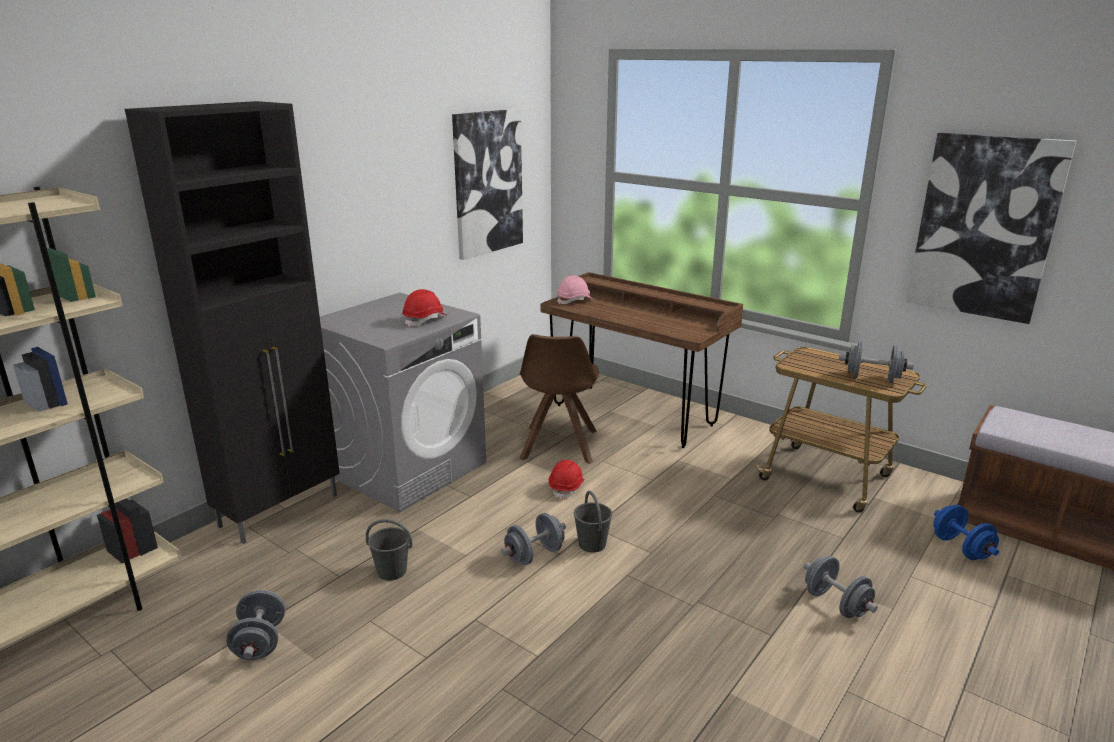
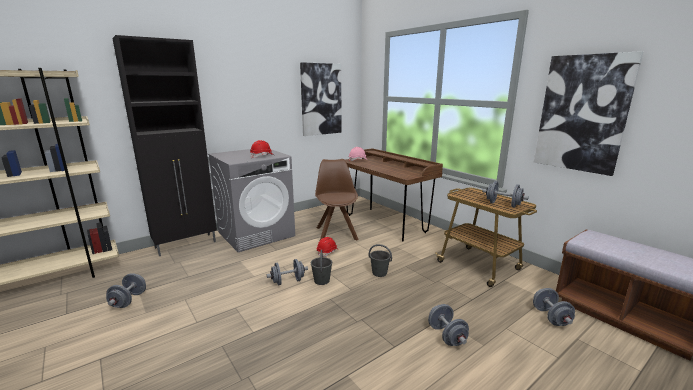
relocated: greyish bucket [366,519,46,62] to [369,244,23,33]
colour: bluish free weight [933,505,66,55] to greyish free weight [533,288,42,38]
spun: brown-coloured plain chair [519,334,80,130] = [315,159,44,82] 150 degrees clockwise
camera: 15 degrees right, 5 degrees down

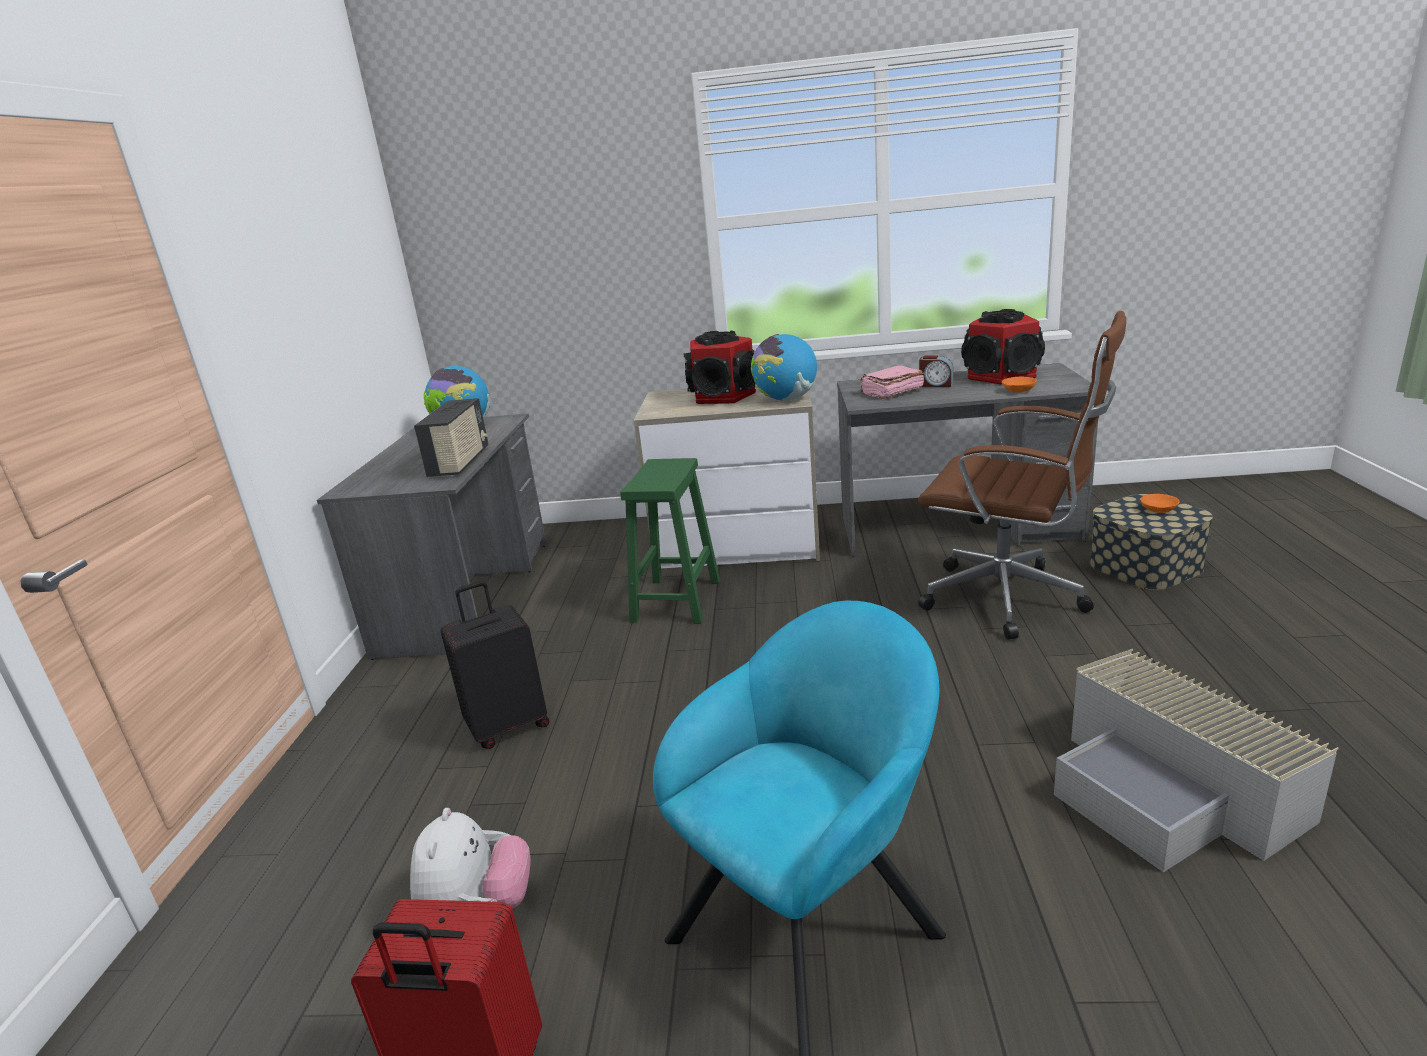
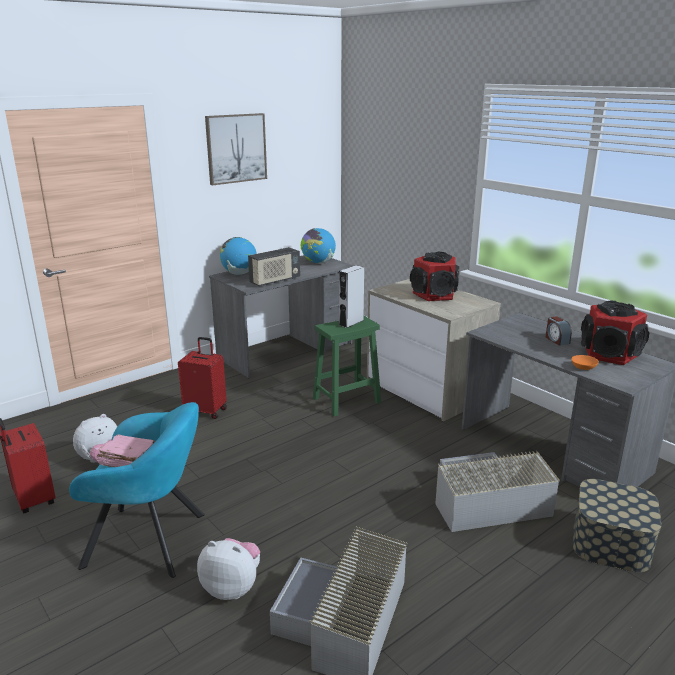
missing: orangey serving bowl [1140,494,40,19]
appeared: plush toy [197,538,63,62]; wall picture [205,113,62,72]; greyish speaker [339,265,25,63]
relocated: pink-coloured book [860,366,64,33] to [96,435,60,32]; world globe [751,334,66,67] to [220,237,37,38]
exchanged: brown-coloured office chair [918,311,208,328] to greyish storage container [435,450,125,82]
colour: black-coloured travel case [440,581,109,168] to red travel case [178,337,49,82]
camera: 45 degrees right, 0 degrees up

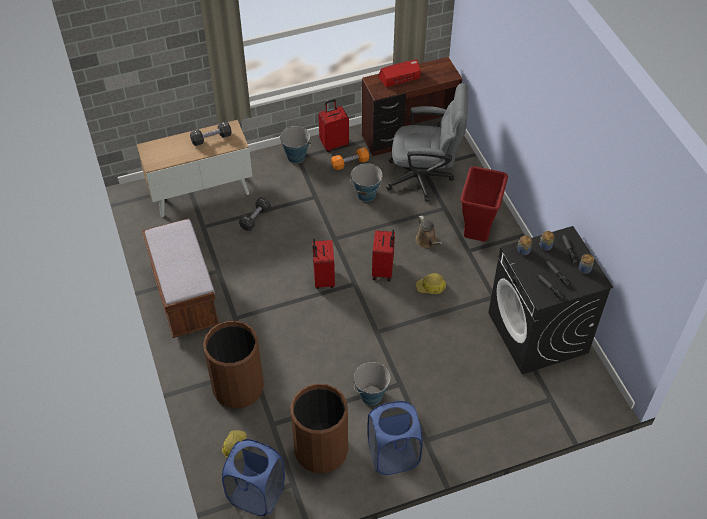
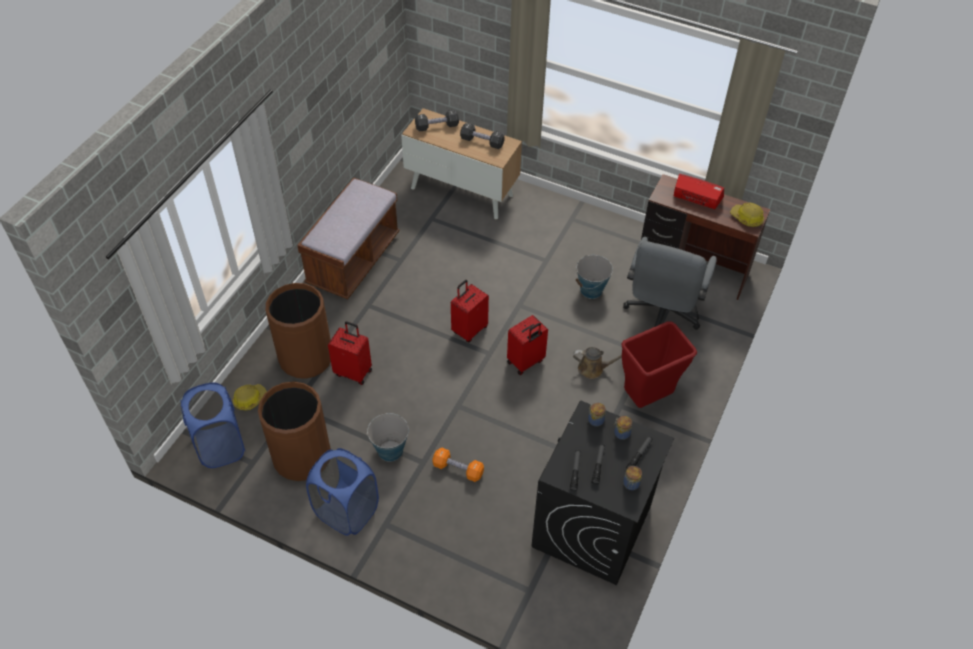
missing: bucket [280,126,30,37]
relocated: red travel case [318,99,31,53] to [328,321,44,64]; black-coloured free weight [239,197,32,34] to [415,110,44,22]; orangey free weight [331,147,38,23] to [432,447,52,35]; work helmet [416,273,30,21] to [730,203,34,24]
spun: brown-coloured watering pot [416,216,27,32] = [573,347,49,32] 105 degrees counterclockwise; greyish office chair [386,83,82,119] = [623,237,94,93] 60 degrees clockwise
camera: 45 degrees right, 0 degrees up

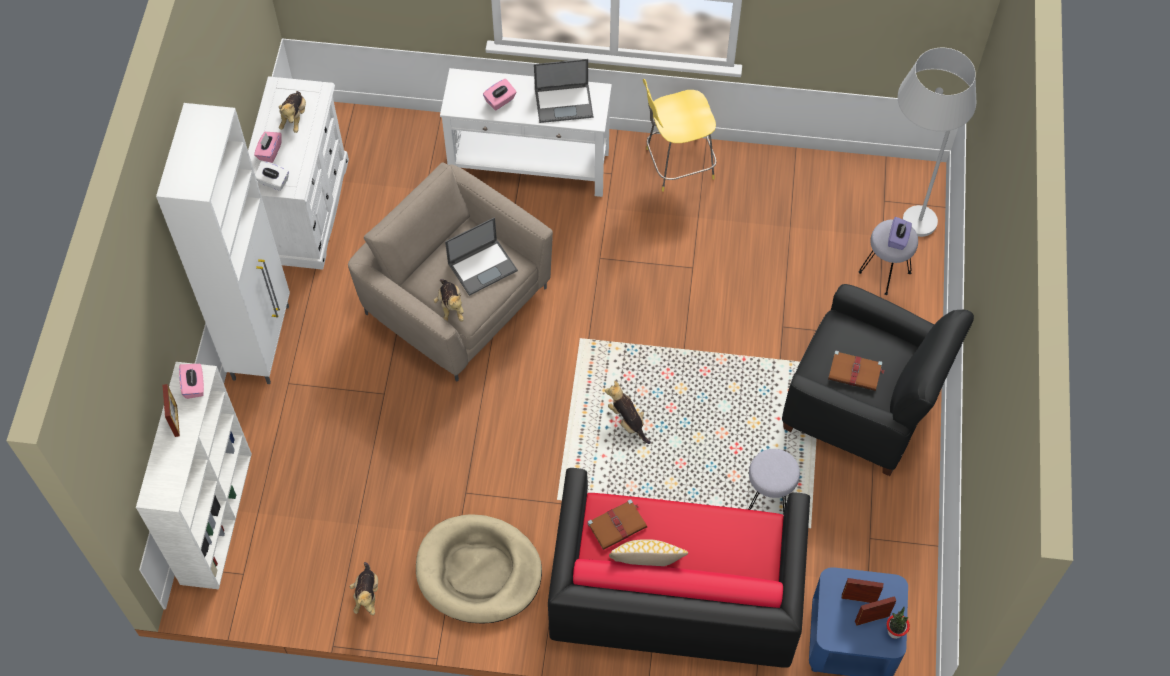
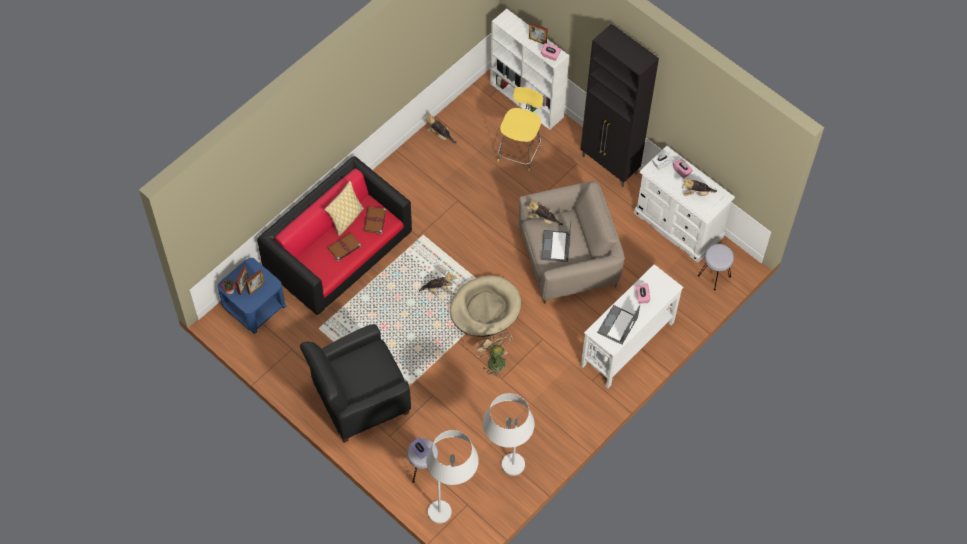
appeared: beige cooling fan [474,330,39,47]; whitish standing lamp [483,393,51,83]
relocated: brown-coloured book [828,351,56,40] to [327,232,34,29]; beige dog bed [416,514,126,110] to [450,275,71,62]; yellowish stool seat [643,79,73,113] to [497,87,46,84]; greyish stool seat [748,449,52,65] to [698,244,36,46]
colour: whitish cabinet [156,103,134,281] to black-coloured cabinet [581,24,78,163]
spun: plush toy [279,91,27,42] = [682,178,35,18] 45 degrees counterclockwise
camera: 125 degrees right, 0 degrees up

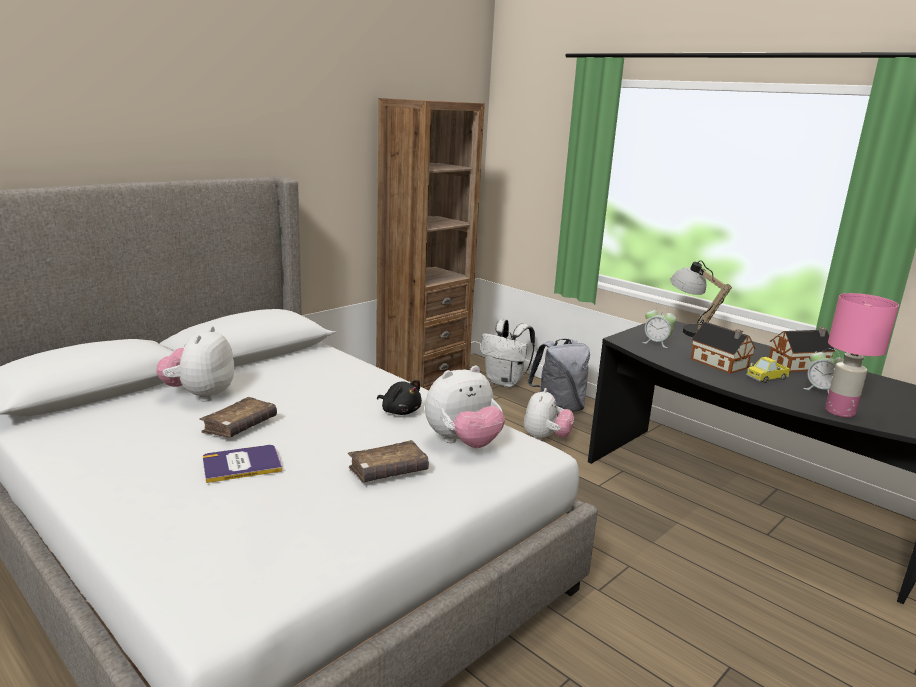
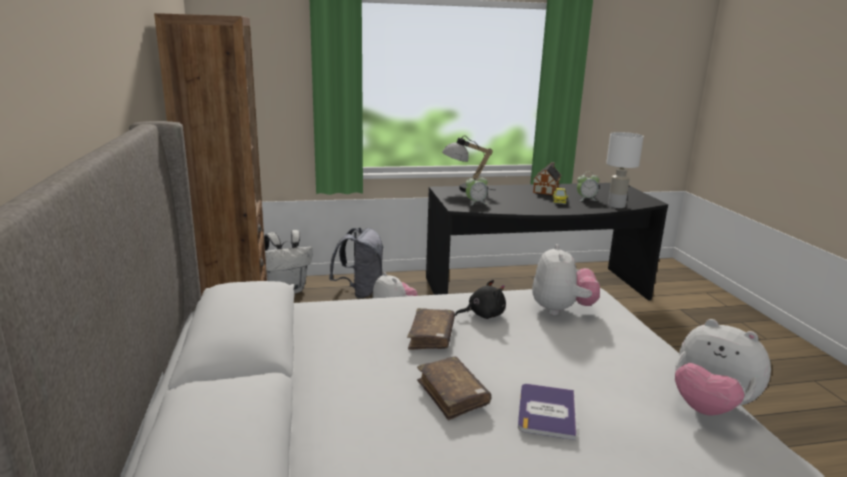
missing: model house [691,322,65,52]
relocated: brown-coloured book [348,440,81,42] to [407,308,48,42]; plush toy [156,326,78,76] to [675,319,96,97]
colour: pink-coloured lamp for a table [825,293,74,125] to whitish lamp for a table [606,132,38,76]
camera: 55 degrees left, 0 degrees up

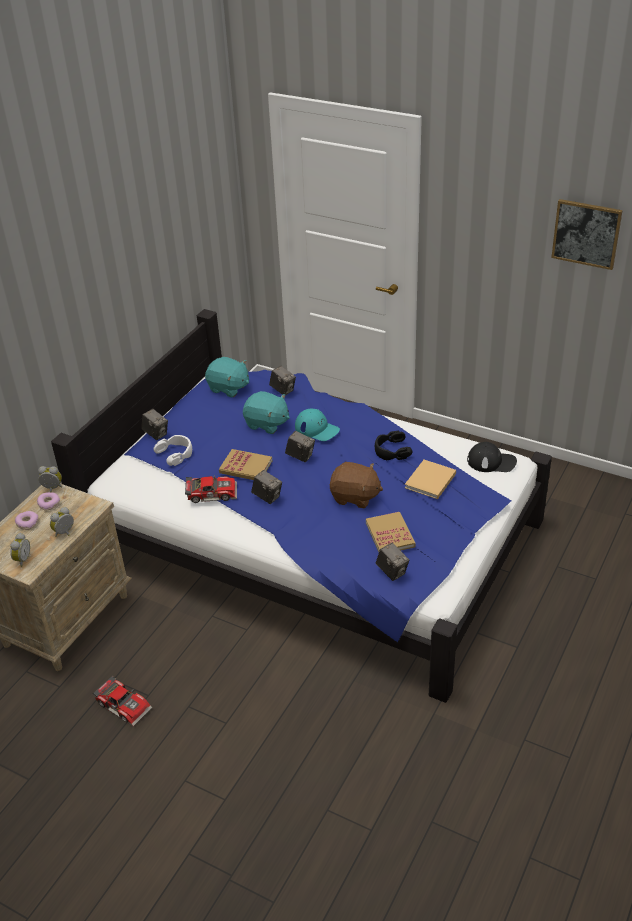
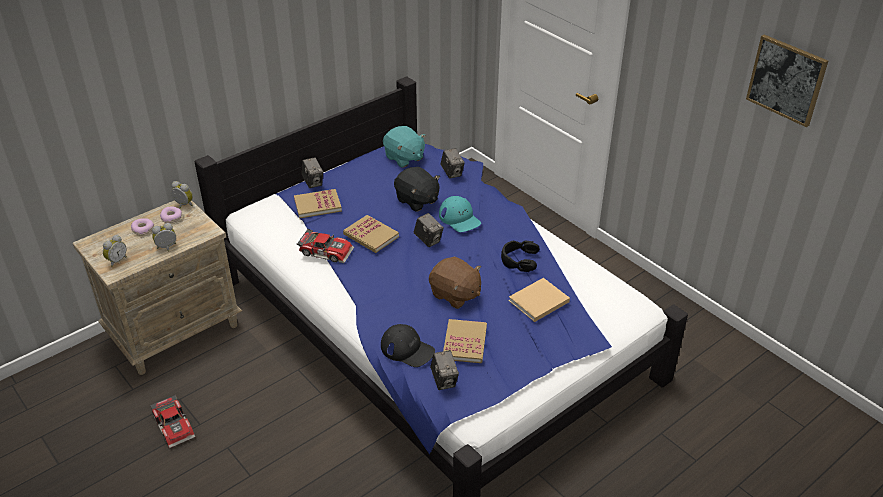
missing: photo camera [251,470,31,34]
relocated: black-coloured cap [467,442,50,30] to [381,324,54,43]
exchanged: whitish pair of headphones [153,435,39,31] to book [294,189,48,30]
colour: turquoise plush toy [243,391,47,43] to black-coloured plush toy [394,167,46,45]
camera: 20 degrees right, 0 degrees up

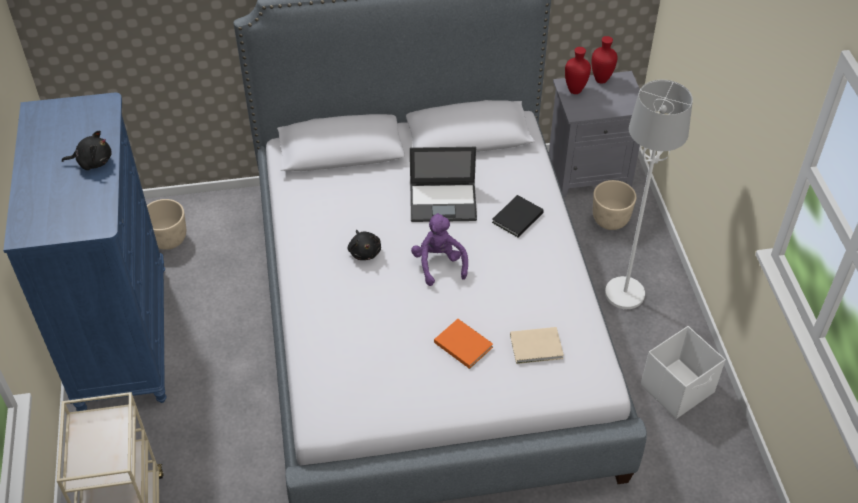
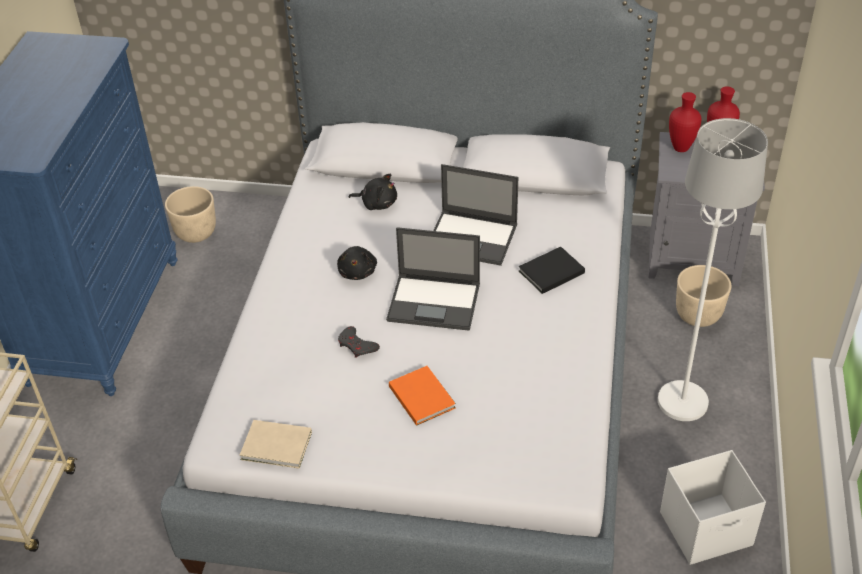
appeared: greyish game controller [338,326,42,32]
relocated: beige book [510,327,54,37] to [240,420,72,48]; black-coloured plush toy [62,130,50,40] to [349,174,48,36]
exchanged: purple-coloured plush toy [411,213,57,73] to notebook computer [386,227,94,104]
camera: 20 degrees right, 5 degrees down

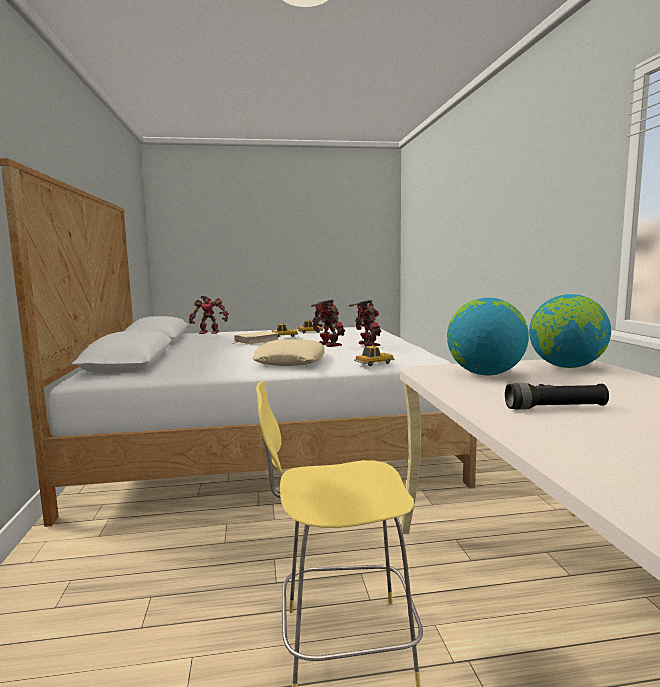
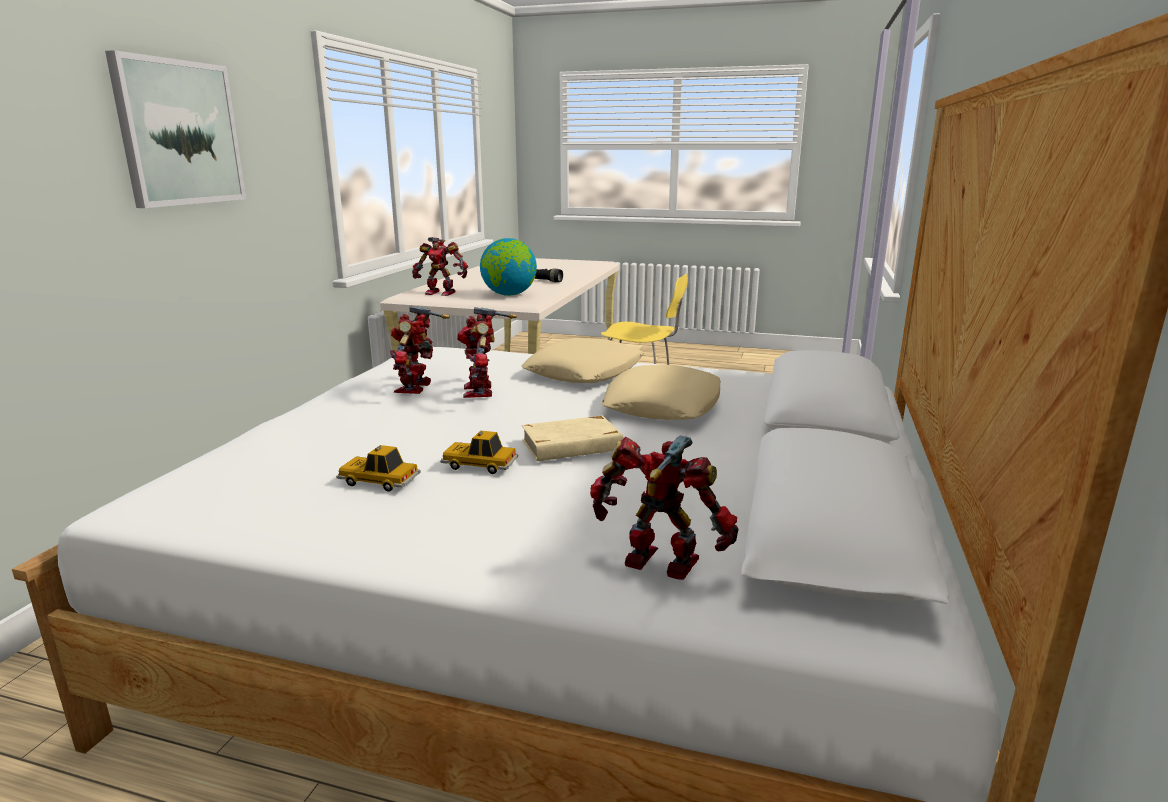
missing: model car [354,345,41,21]
appeared: wall picture [105,50,141,158]; beige cushion [602,365,119,55]
exchanged: world globe [529,294,82,74] to toy robot [412,237,56,59]
camera: 155 degrees left, 10 degrees up

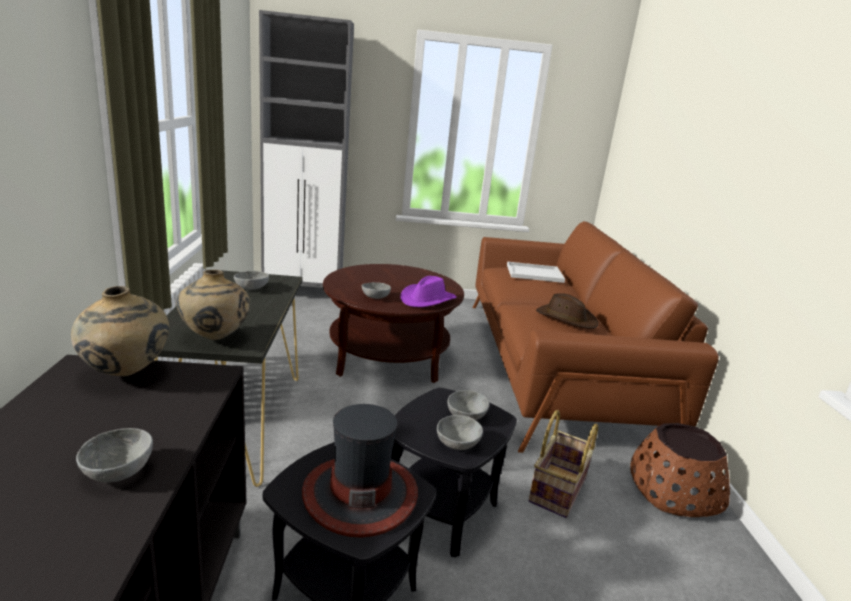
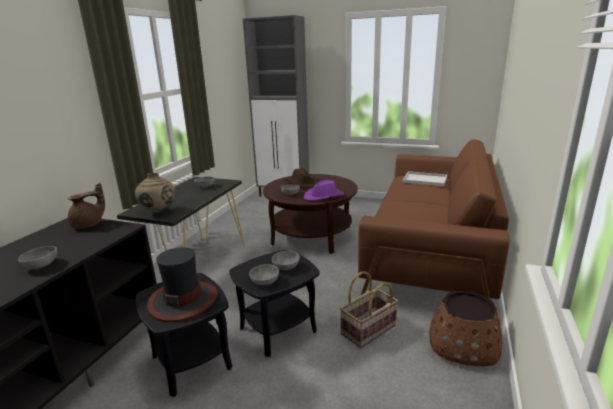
relocated: brown-coloured clothing hat [536,293,62,36] to [285,169,33,19]
exchanged: beige flower vase [71,286,98,90] to brown-coloured pot for tea [68,183,37,46]
camera: 25 degrees right, 0 degrees up

